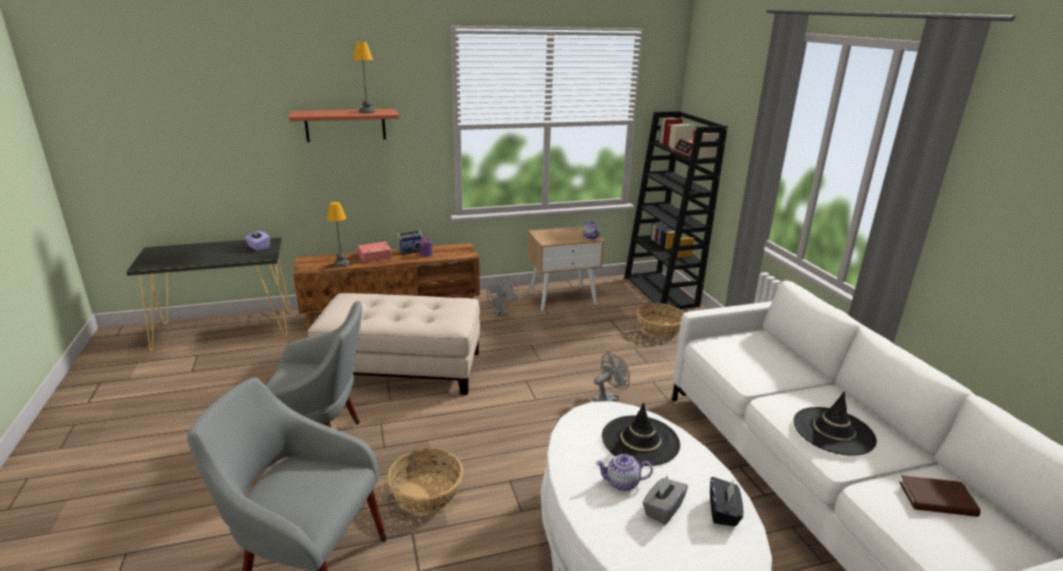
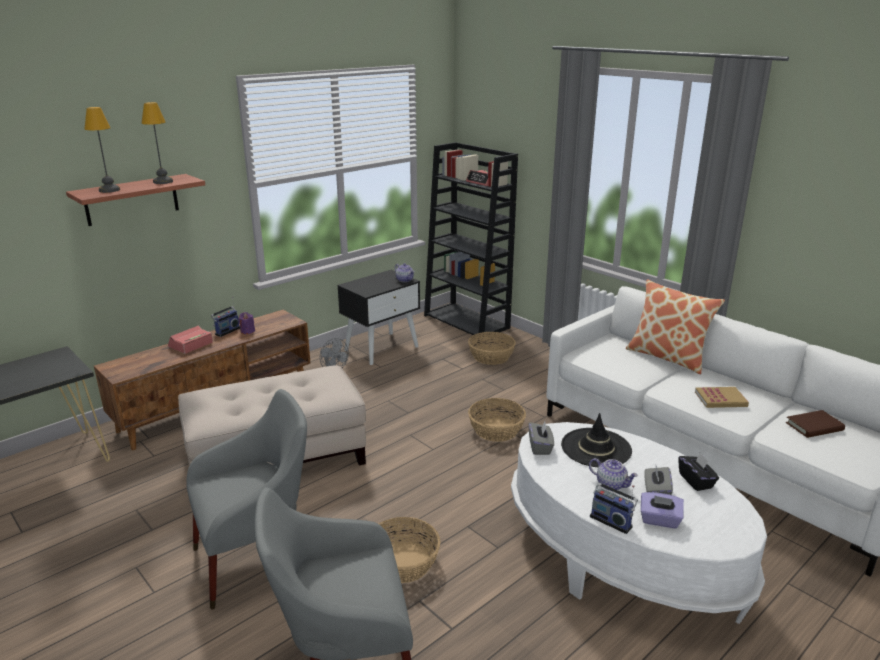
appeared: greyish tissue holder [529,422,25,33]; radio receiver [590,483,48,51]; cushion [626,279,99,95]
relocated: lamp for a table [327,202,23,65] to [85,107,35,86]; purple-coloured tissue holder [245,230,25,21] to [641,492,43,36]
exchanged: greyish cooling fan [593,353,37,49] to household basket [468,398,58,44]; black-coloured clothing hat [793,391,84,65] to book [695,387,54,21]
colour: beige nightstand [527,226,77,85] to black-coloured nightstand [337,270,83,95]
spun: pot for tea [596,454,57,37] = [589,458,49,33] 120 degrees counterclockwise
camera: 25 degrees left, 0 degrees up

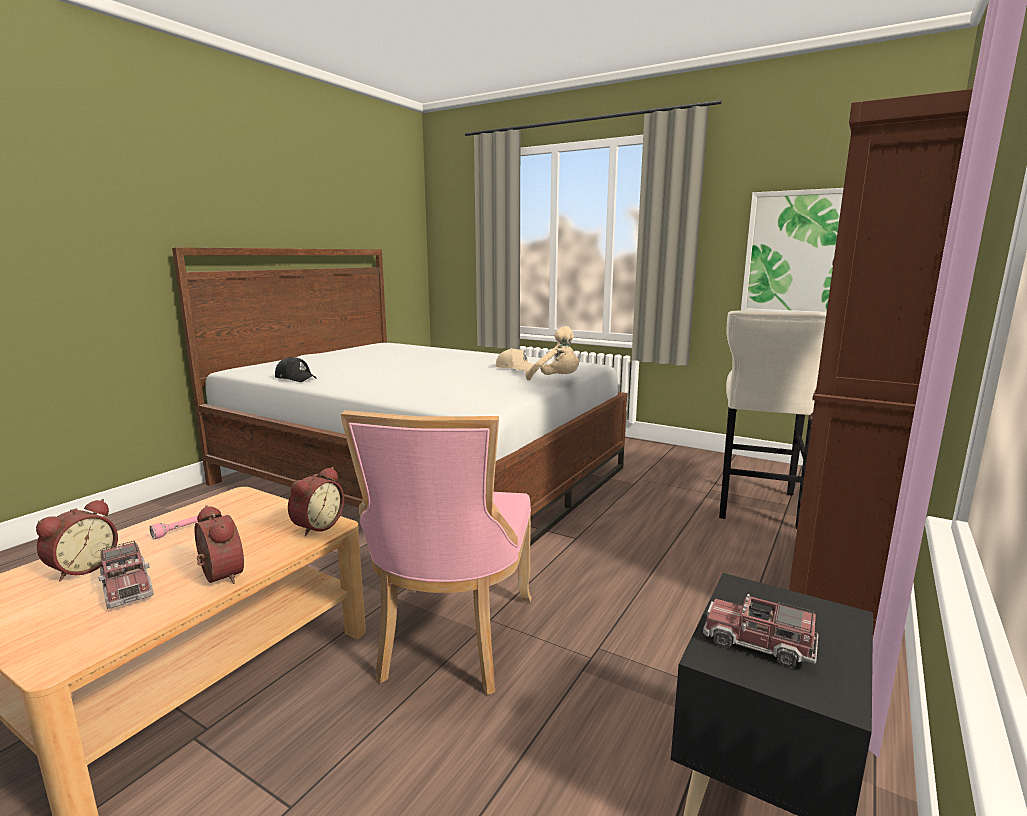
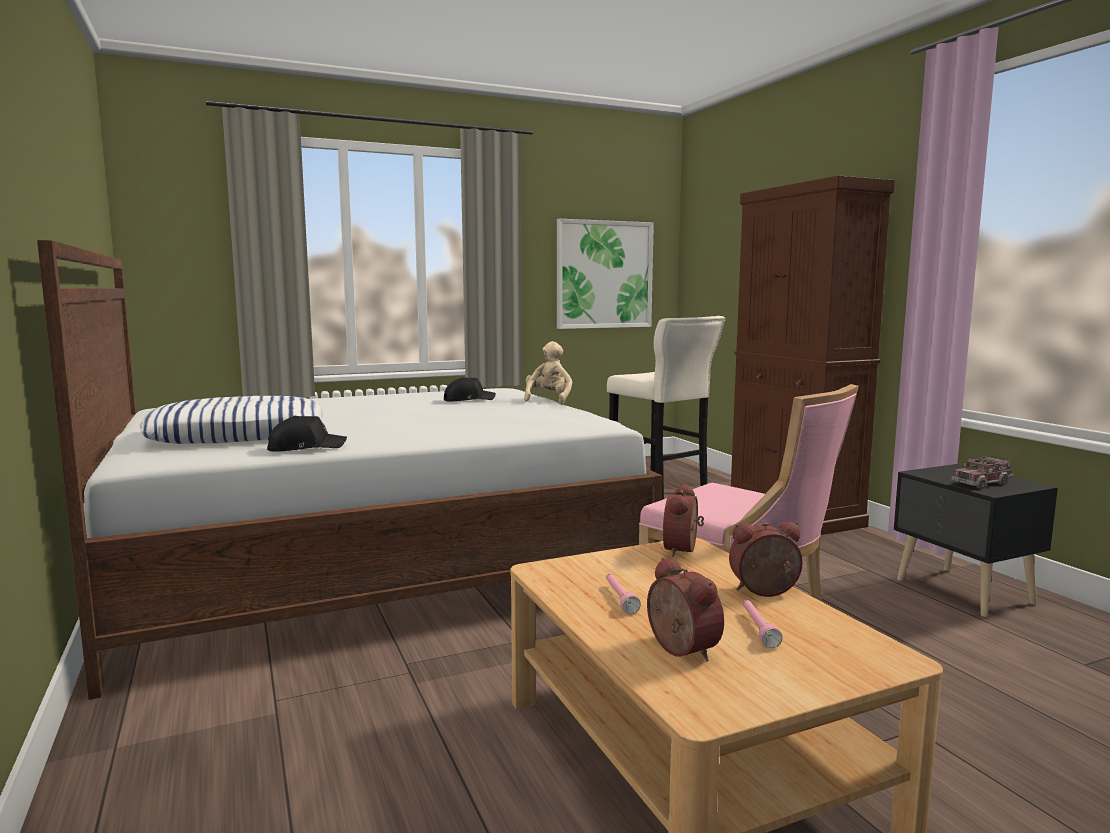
appeared: cushion [140,396,183,48]
exchanged: toy truck [98,541,56,68] to pink-coloured torch [743,600,39,48]
colour: beige cap [495,348,39,23] to black-coloured cap [444,377,52,24]
spun: beige plush toy [525,326,54,54] = [524,341,48,64] 60 degrees counterclockwise; bedside clock [288,467,56,69] = [663,484,41,73] 135 degrees counterclockwise
camera: 55 degrees left, 5 degrees down

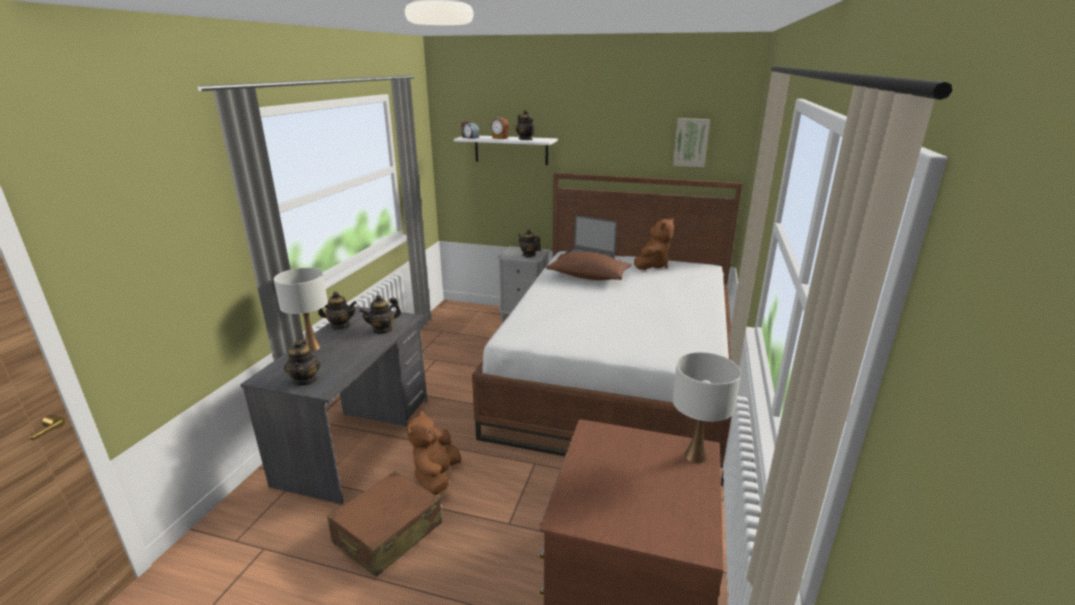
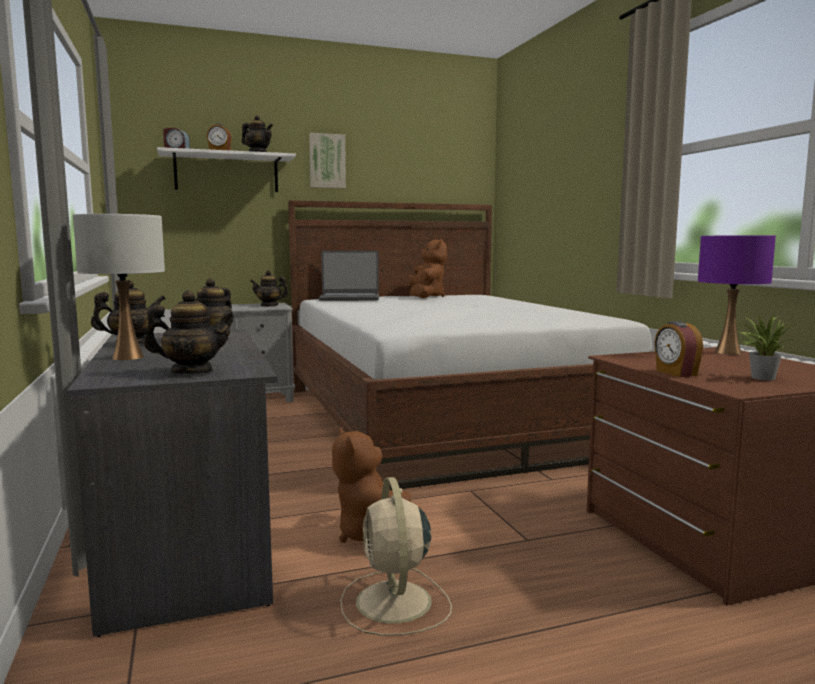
missing: brown-coloured cushion [546,252,86,28]
appeared: bedside clock [654,321,49,56]; potted plant [737,315,58,65]
relocated: wall picture [673,118,37,49] to [309,133,37,56]
exchanged: brown-coloured travel case [327,471,115,106] to beige cooling fan [340,477,112,159]
colour: whitish lamp for a table [673,352,68,111] to purple-coloured lamp for a table [698,235,78,120]
spun: pot for tea [284,340,36,46] = [144,290,91,84] 45 degrees counterclockwise
camera: 35 degrees left, 15 degrees down

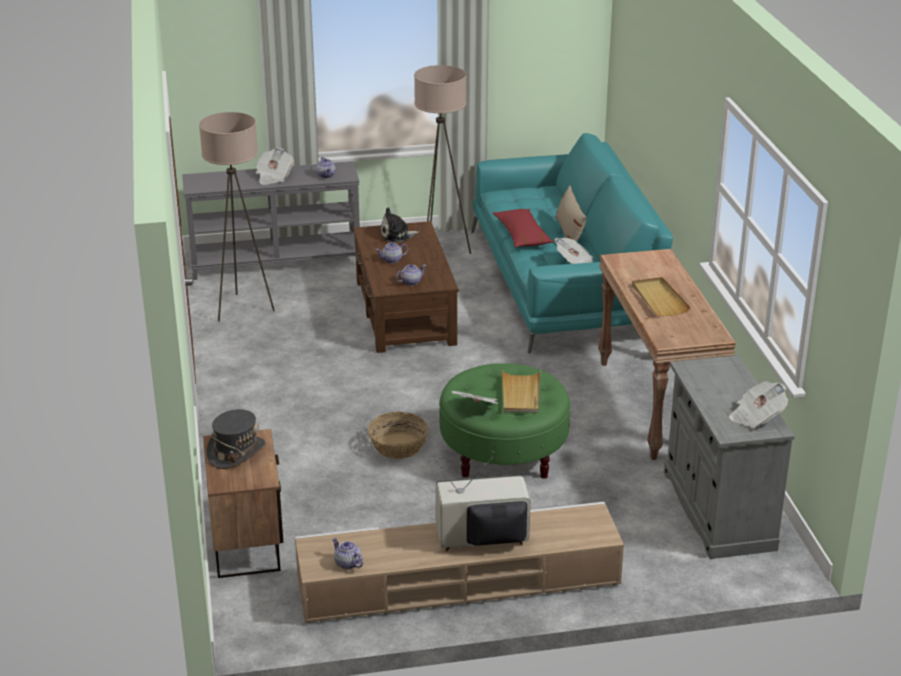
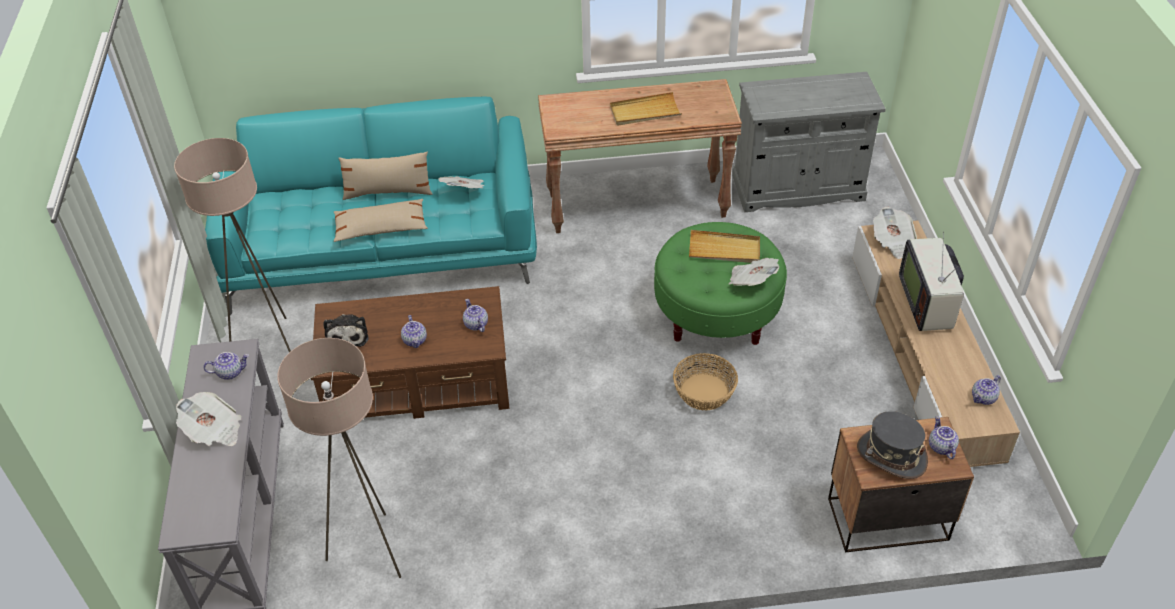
appeared: pot for tea [929,416,30,43]
relocated: printed paper [729,381,59,48] to [873,207,44,52]
colour: red cushion [493,209,61,38] to beige cushion [333,199,95,43]
camera: 85 degrees left, 15 degrees up

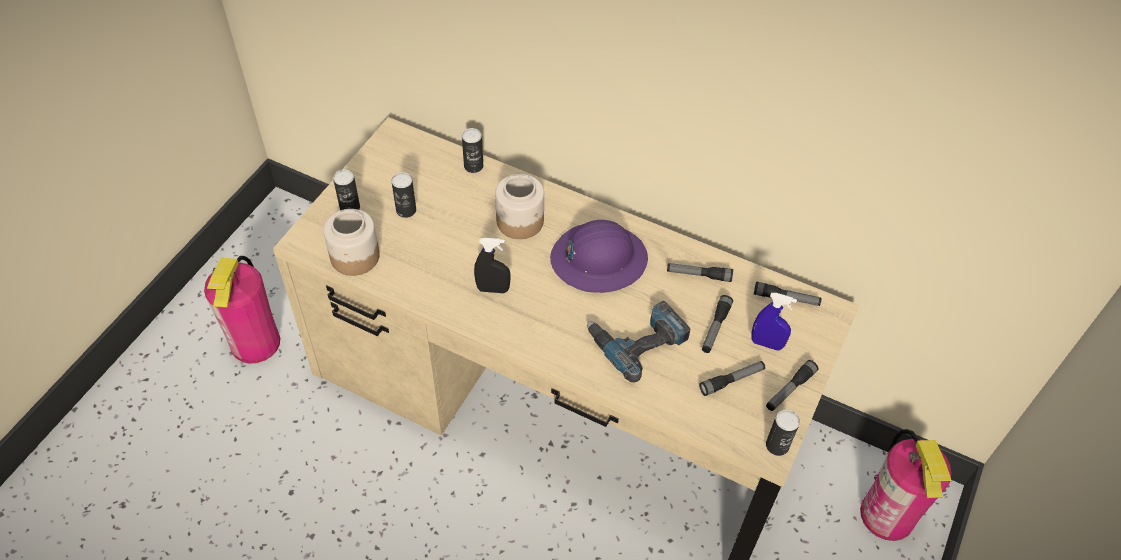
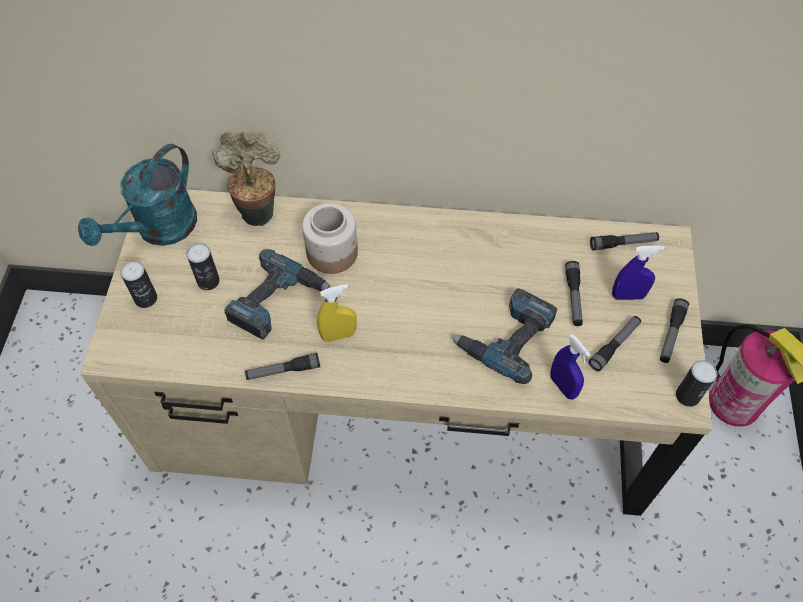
missing: extinguisher [204,256,76,108]; storage jar [323,209,56,67]; purple-coloured work helmet [550,220,98,73]
appeared: turquoise watering pot [78,144,119,102]; drill [224,249,106,91]; bluish hand sprayer [550,334,41,66]
relocated: torch [667,263,66,19] to [245,353,75,27]
exchanged: metal can [462,128,21,45] to potted plant [212,131,68,95]
colour: black-coloured hand sprayer [474,238,36,55] to yellowish hand sprayer [317,284,40,58]
camera: 20 degrees left, 5 degrees up

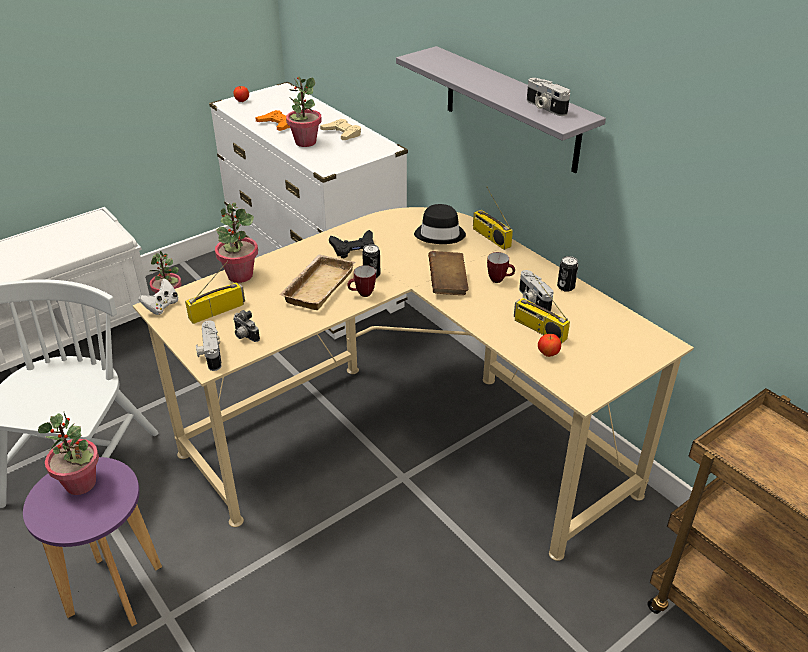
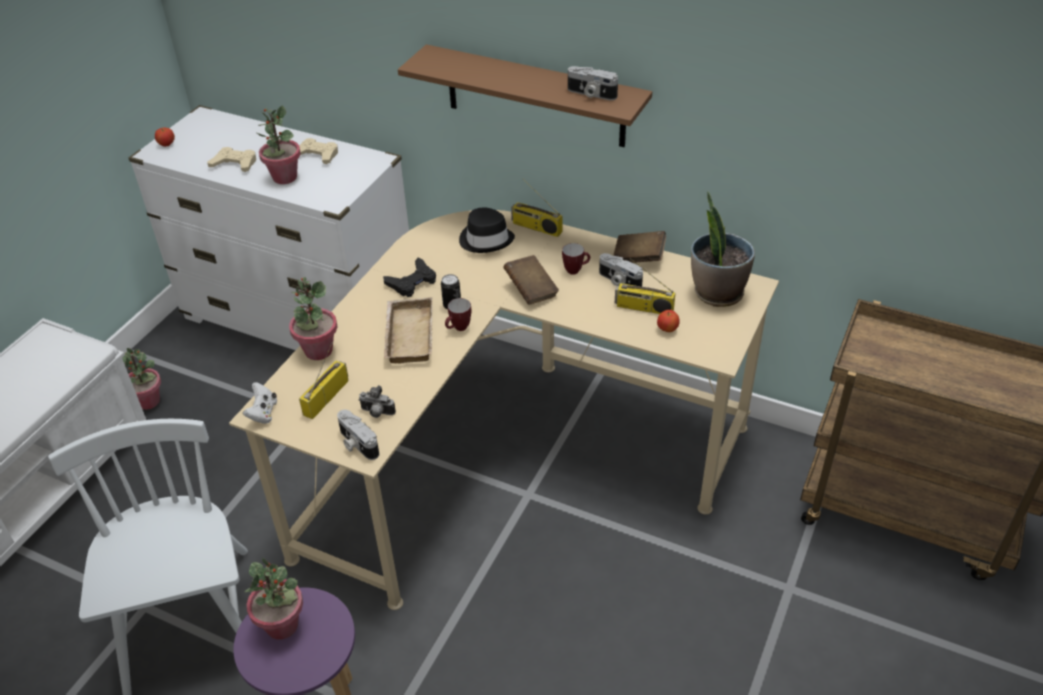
appeared: potted plant [691,191,64,116]
exchanged: metal can [557,256,22,36] to brown-coloured book [613,231,53,32]
colour: orangey game controller [255,110,35,21] to beige game controller [207,147,49,25]; greyish shelf [396,46,210,127] to brown-coloured shelf [398,44,254,103]
camera: 25 degrees left, 5 degrees up

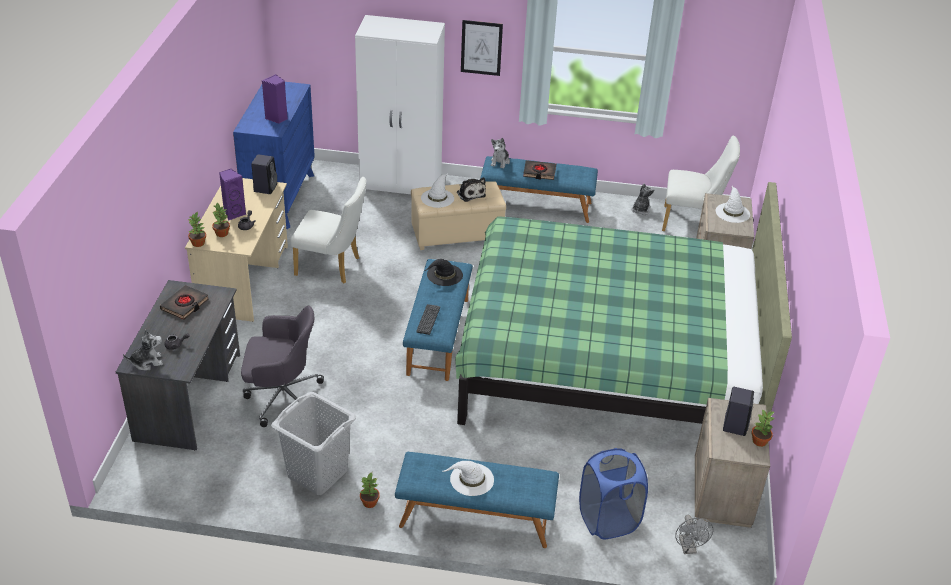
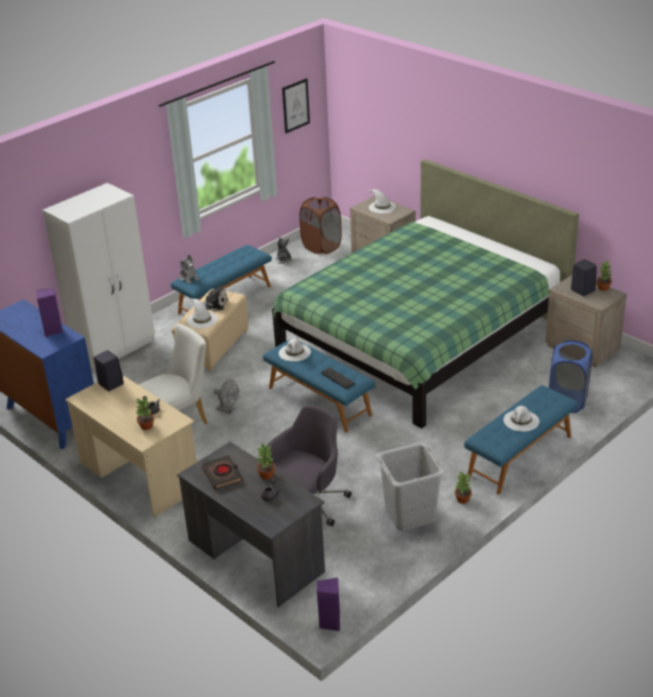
missing: plush toy [123,329,40,41]; black-coloured book [523,160,33,20]
relocated: greyish cooling fan [675,515,38,39] to [213,379,26,35]; potted plant [188,211,18,36] to [257,444,18,36]; wall picture [461,20,42,56] to [282,78,28,55]; purple-coloured speaker [219,169,27,51] to [317,578,23,53]
exchanged: whitish plain chair [662,136,78,95] to brown-coloured laundry basket [299,197,43,57]
colour: black-coloured clothing hat [424,259,39,27] to whitish clothing hat [279,338,32,24]
camera: 50 degrees left, 5 degrees down

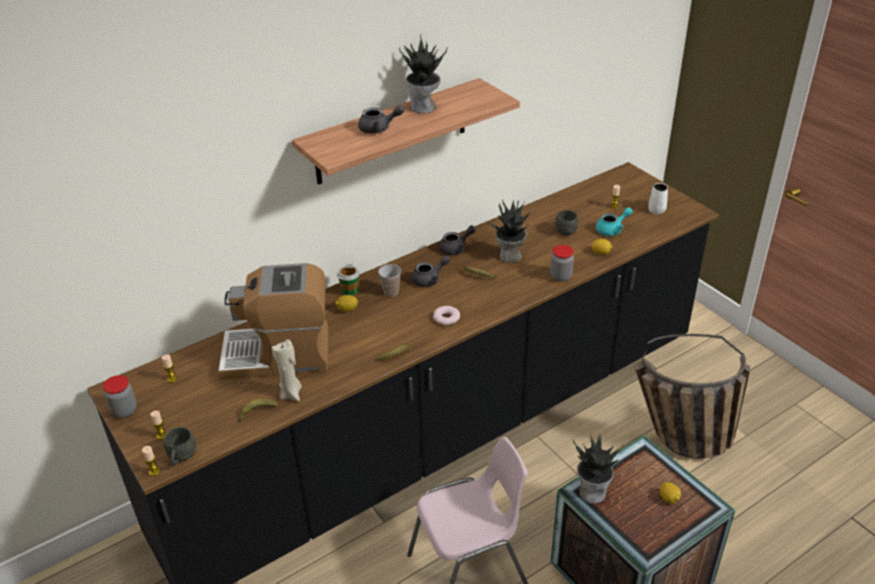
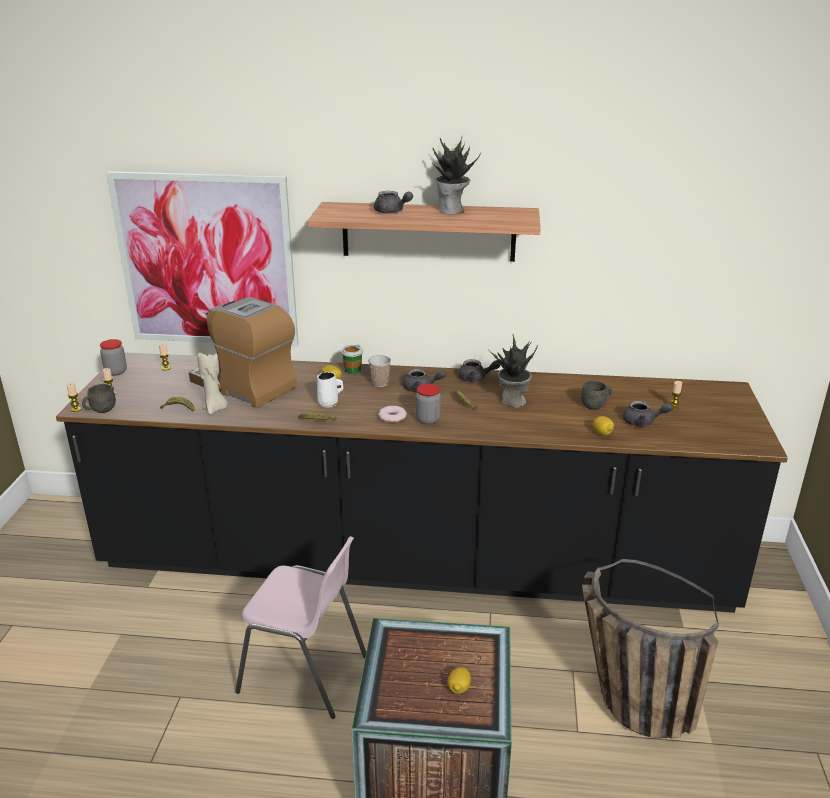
missing: potted plant [573,433,51,70]
appeared: wall picture [106,171,193,176]
relocated: whitish tea mug [648,183,20,32] to [317,372,26,35]; storage jar [550,245,24,37] to [416,384,25,40]
colour: turquoise pot for tea [596,207,37,29] to greyish pot for tea [623,401,49,25]
camera: 40 degrees right, 10 degrees down

